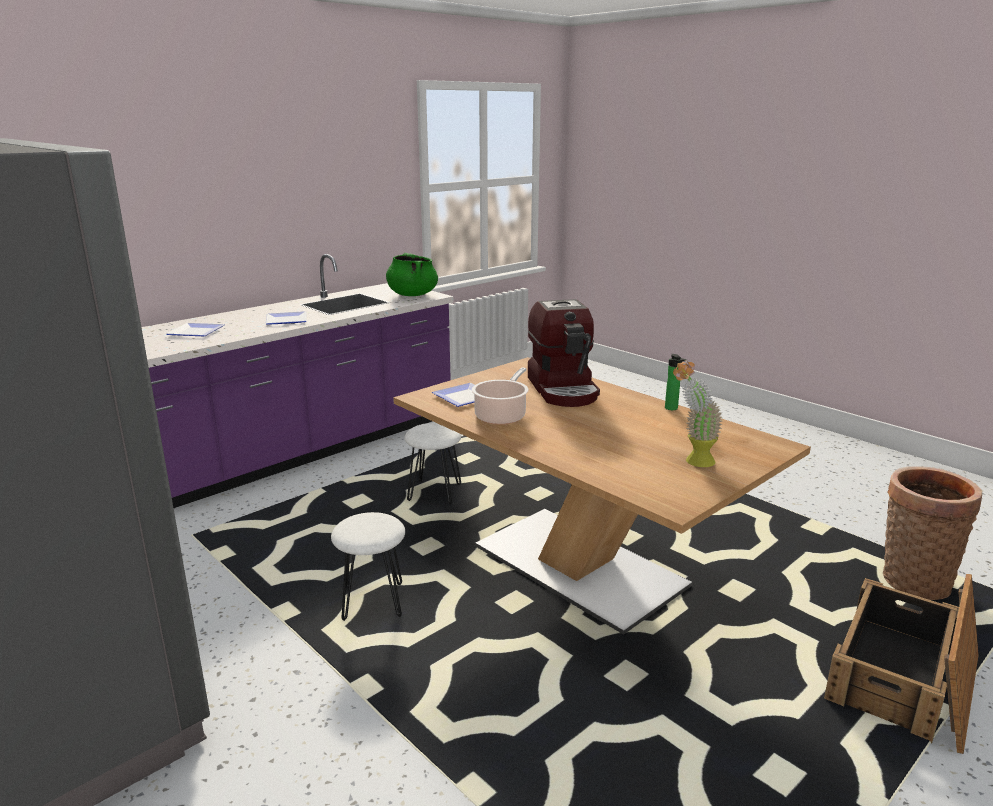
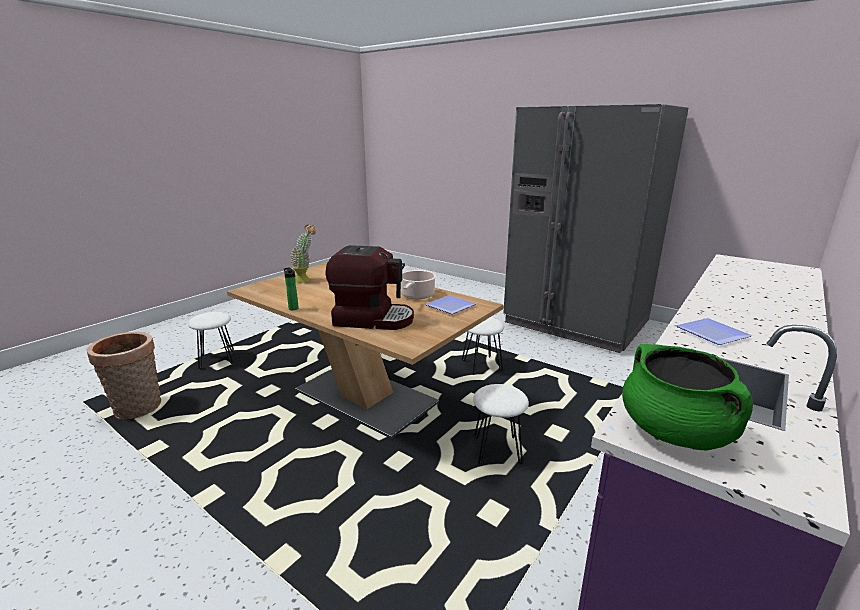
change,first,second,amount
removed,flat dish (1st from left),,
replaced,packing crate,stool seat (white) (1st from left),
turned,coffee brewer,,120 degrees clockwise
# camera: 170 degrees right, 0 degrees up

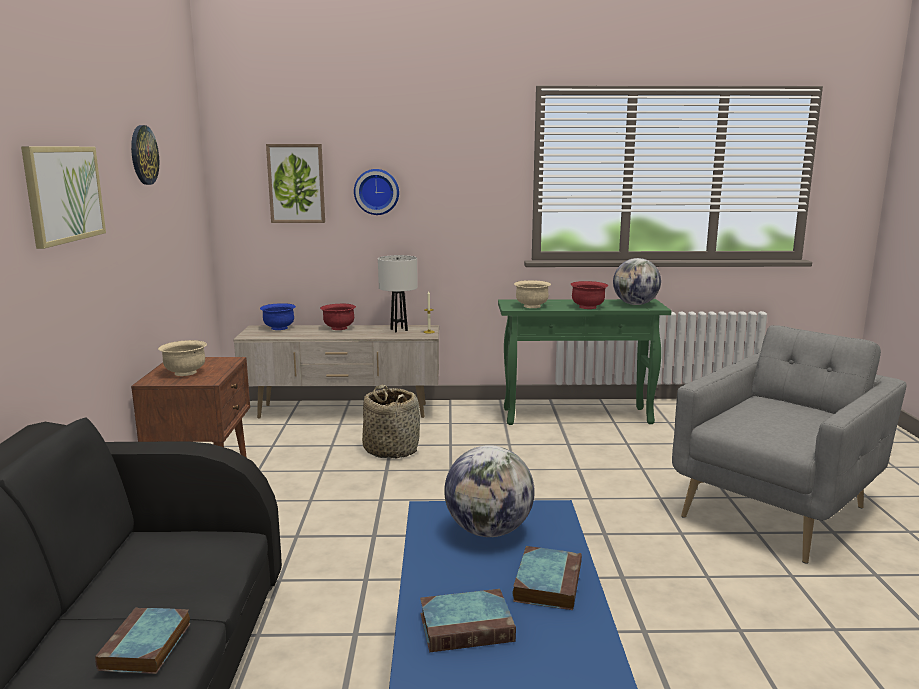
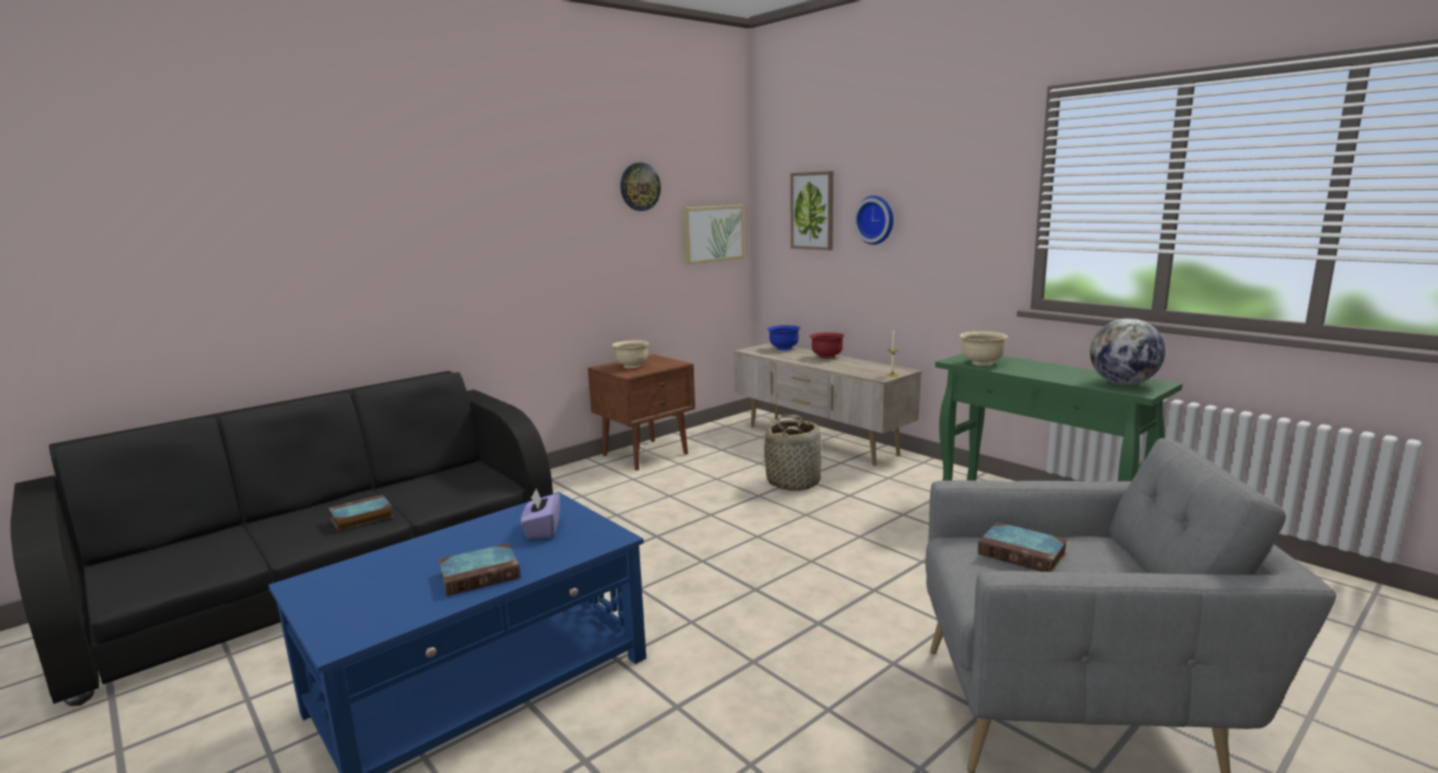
change,first,second,amount
removed,table lamp (white),,
removed,serving bowl (reddish) (2nd from left),,
moved,picture (1st from left),,
moved,book (2nd from left in the first image),book (3rd from left),
replaced,desk globe (1st from left),tissue holder (purple-coloured),
# camera: 50 degrees right, 0 degrees up

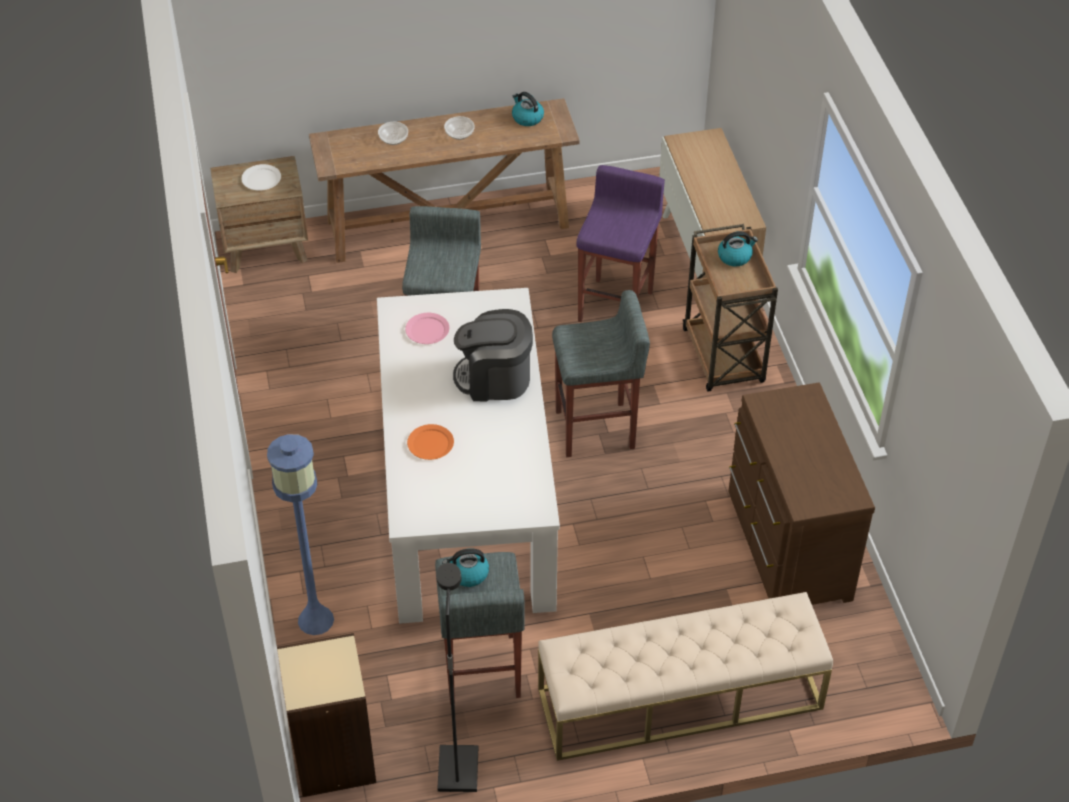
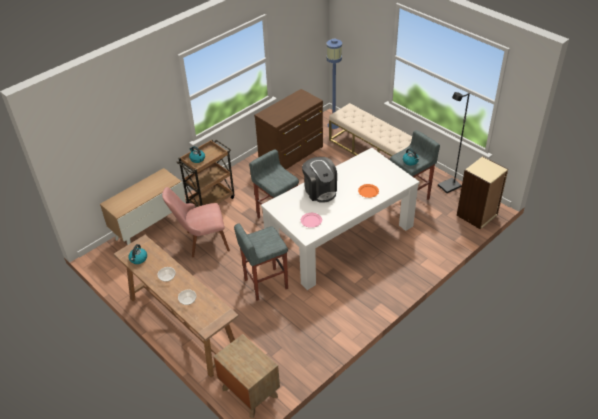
change,first,second,amount
removed,flat dish (white),,
moved,standard lamp (bluish),,
replaced,stool seat (purple-coloured),chair (pink),
# camera: 120 degrees left, 5 degrees down

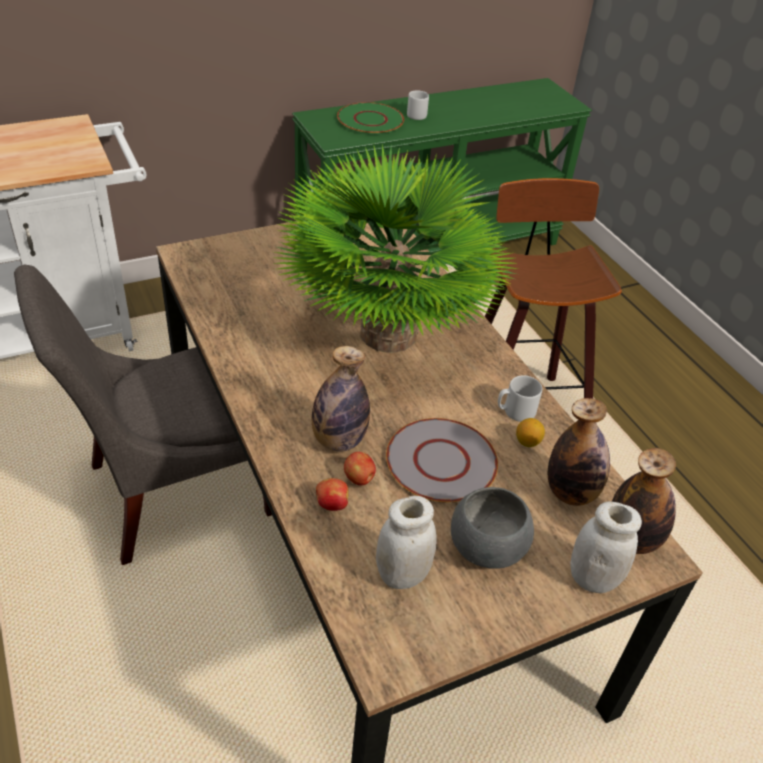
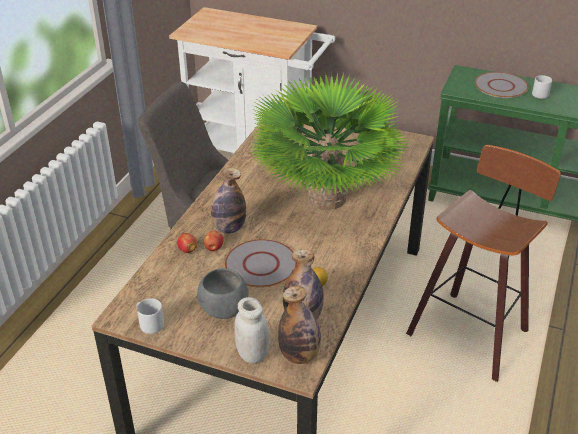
change,first,second,amount
removed,jar (white) (1st from left),,
moved,coffee mug (grey) (2nd from left in the first image),coffee mug (grey) (1st from left),
recoloured,flat dish (green-coloured),flat dish (grey) (2nd from left),
# camera: 50 degrees right, 5 degrees down

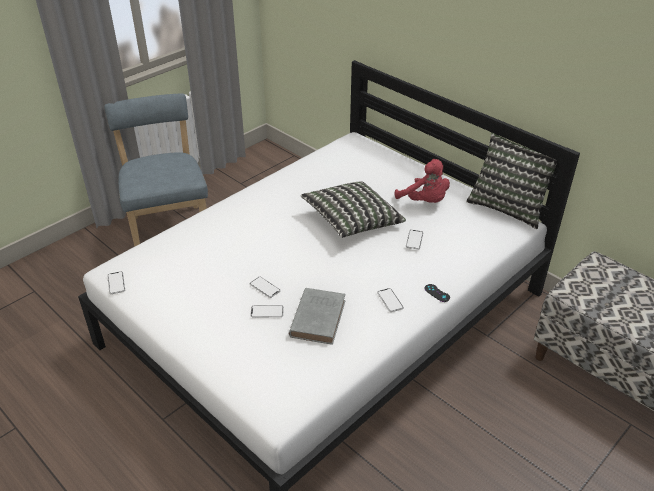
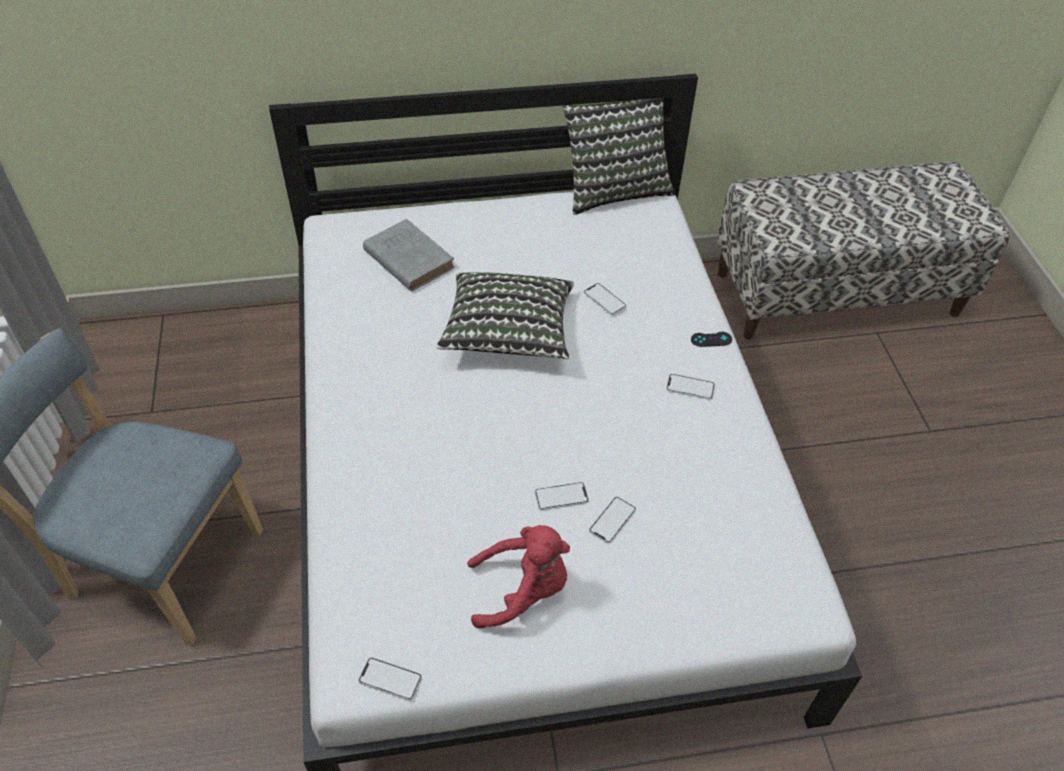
change,first,second,amount
moved,book (grey),,
moved,soft toy (reddish),,
# camera: 55 degrees left, 10 degrees up

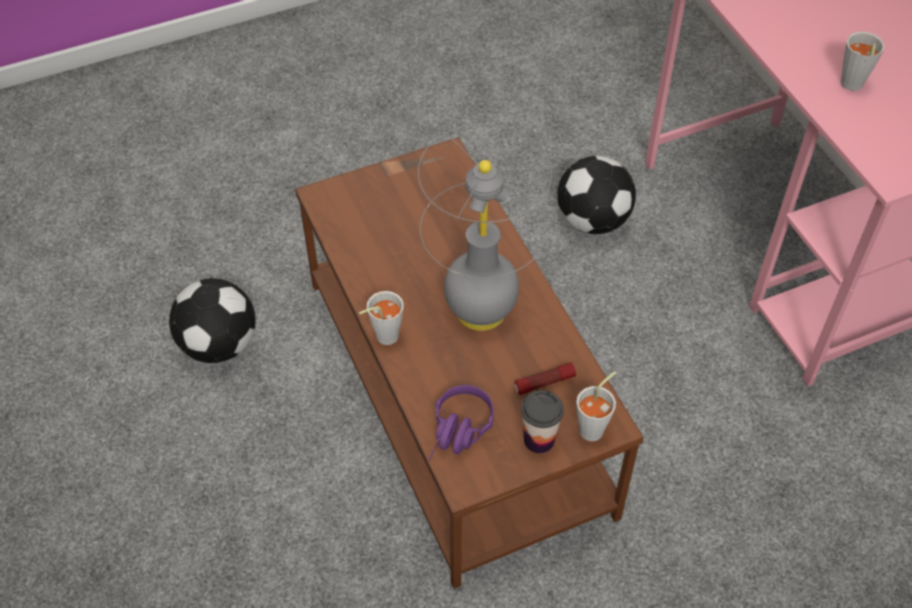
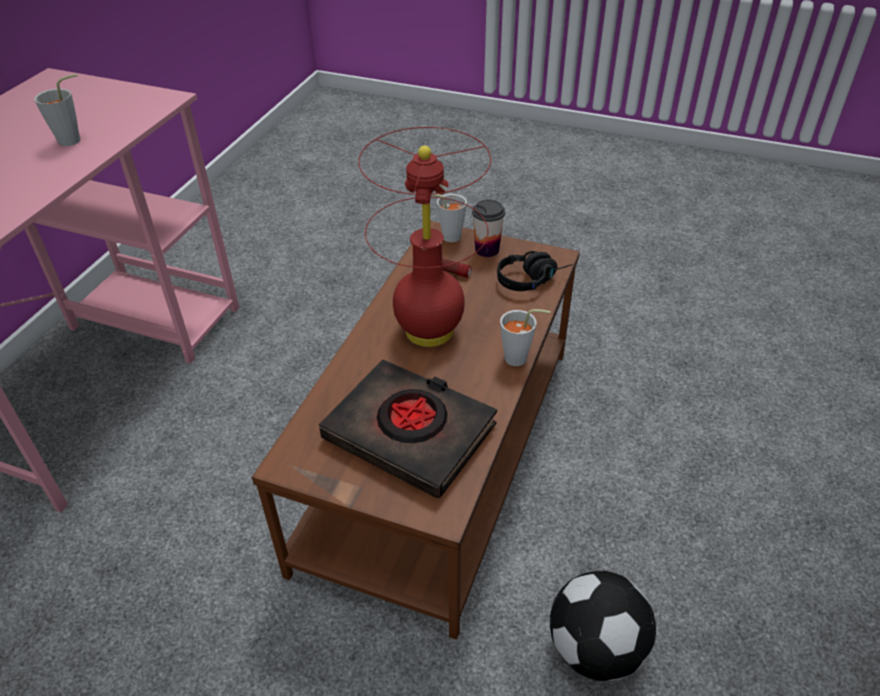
change,first,second,amount
removed,football ball (2nd from left),,
added,,book (black-coloured),
recoloured,table lamp (grey),table lamp (reddish),
recoloured,headset (purple-coloured),headset (black-coloured),
# camera: 135 degrees left, 10 degrees down

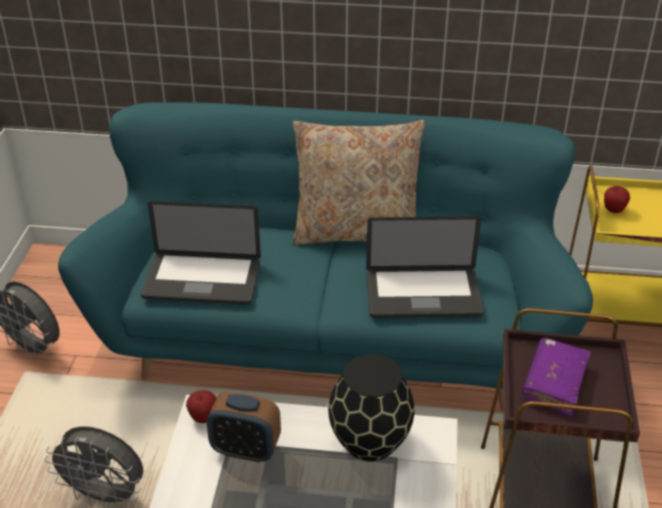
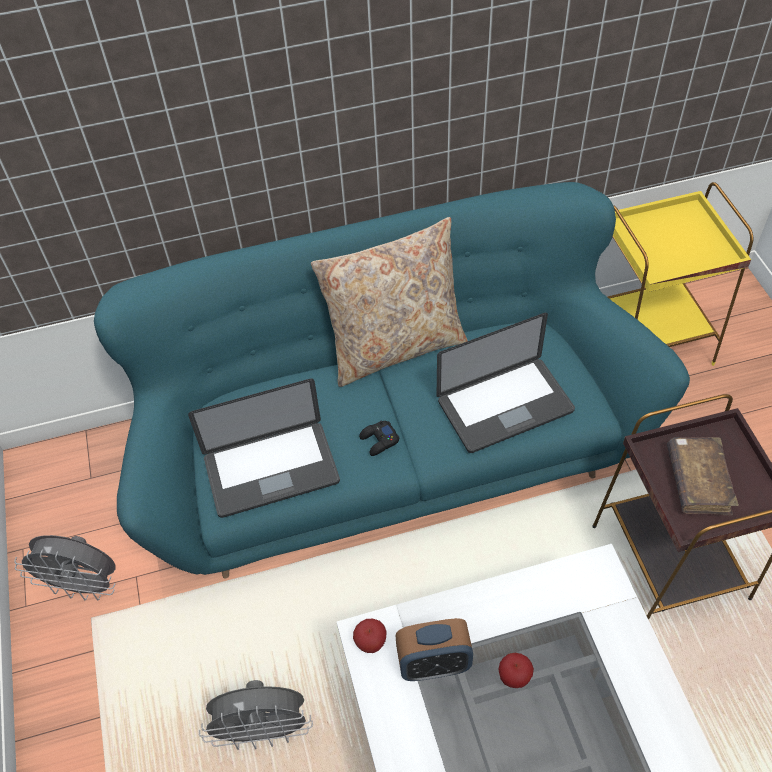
change,first,second,amount
removed,flower vase (black-coloured),,
added,,joypad (black-coloured),
moved,apple (2nd from left),,
recoloured,book (purple-coloured),book (brownish),
# camera: 20 degrees left, 15 degrees up

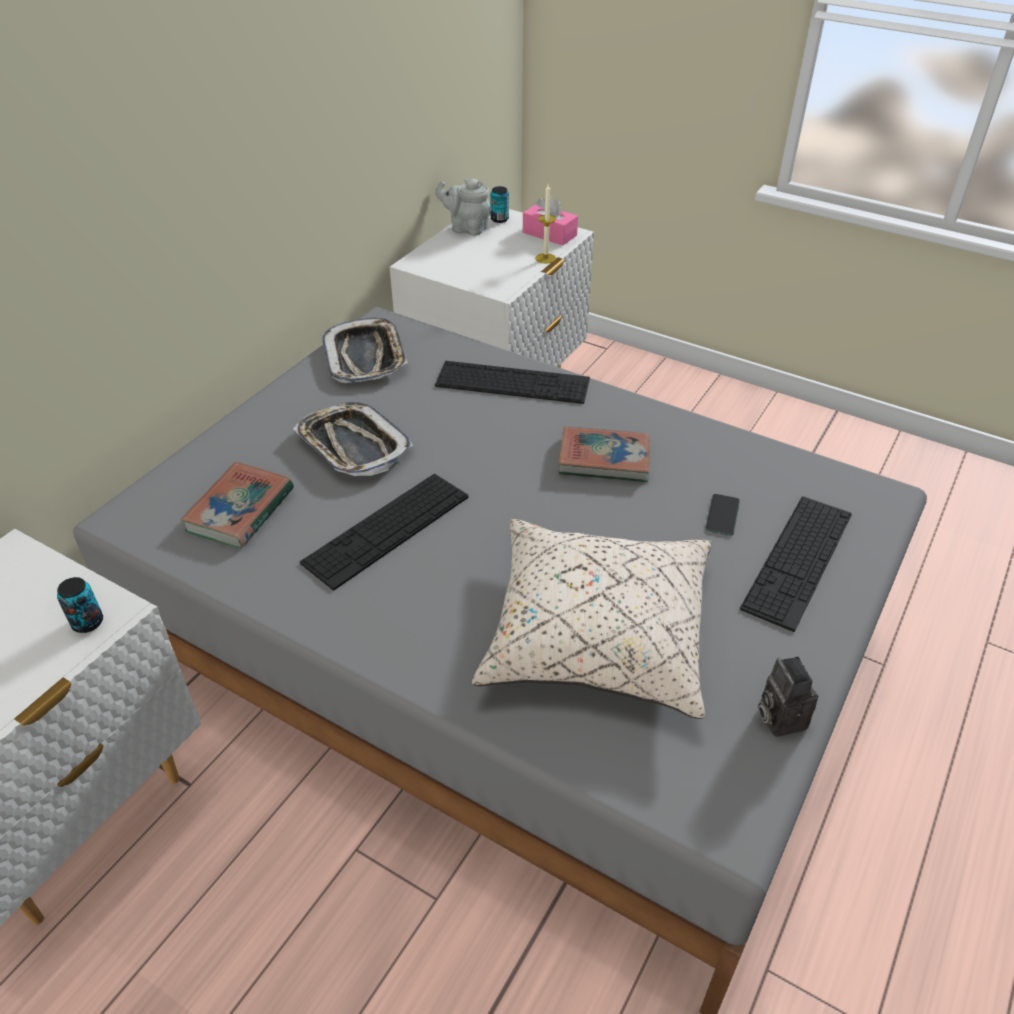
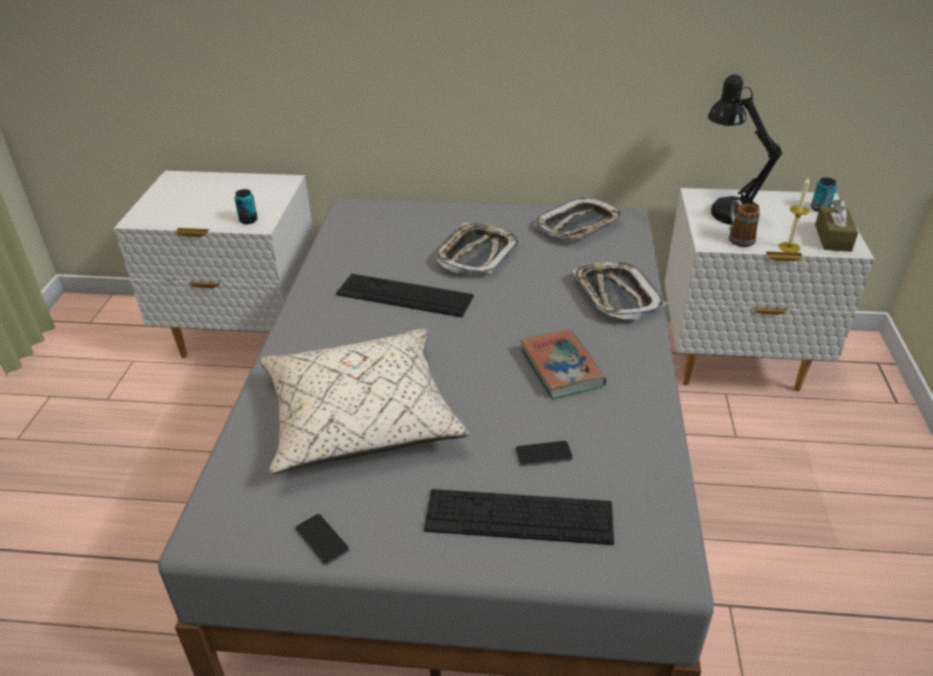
change,first,second,amount
removed,book (1st from left),,
removed,teapot (grey),,
added,,table lamp (black-coloured),
added,,coffee mug,
replaced,computer keyboard (2nd from left),serving tray (3rd from left),
replaced,still camera,phone (1st from left),
recoloured,tissue holder (pink),tissue holder (brownish),
# camera: 65 degrees right, 5 degrees down

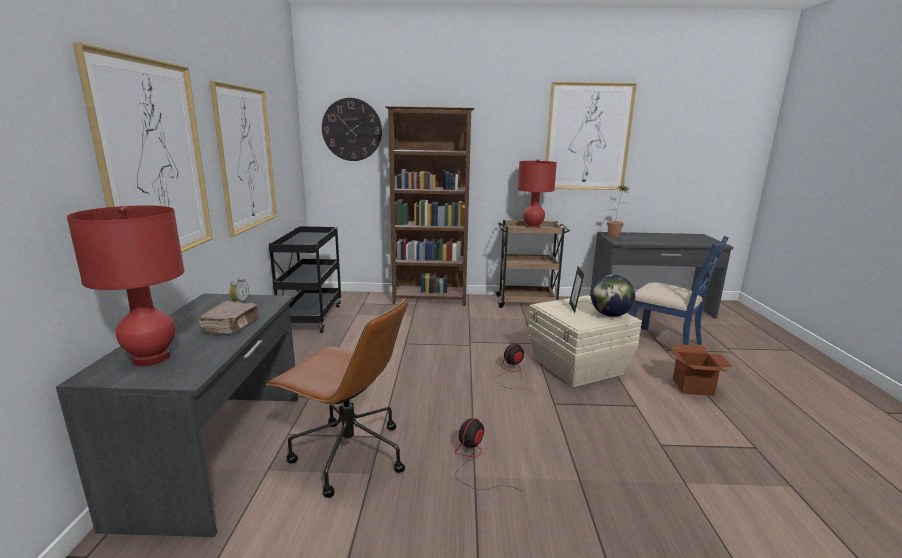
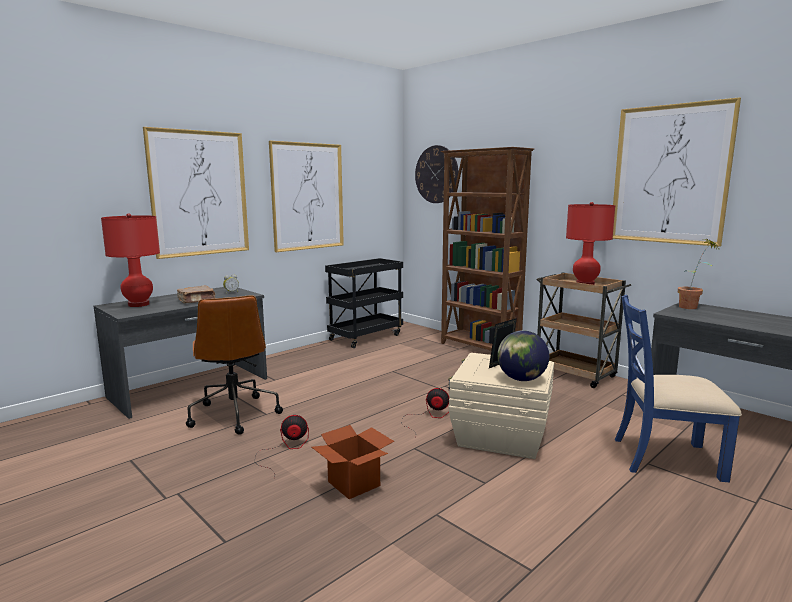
change,first,second,amount
moved,packing box,,
turned,chair (bluish),,105 degrees clockwise
# camera: 45 degrees right, 5 degrees down

